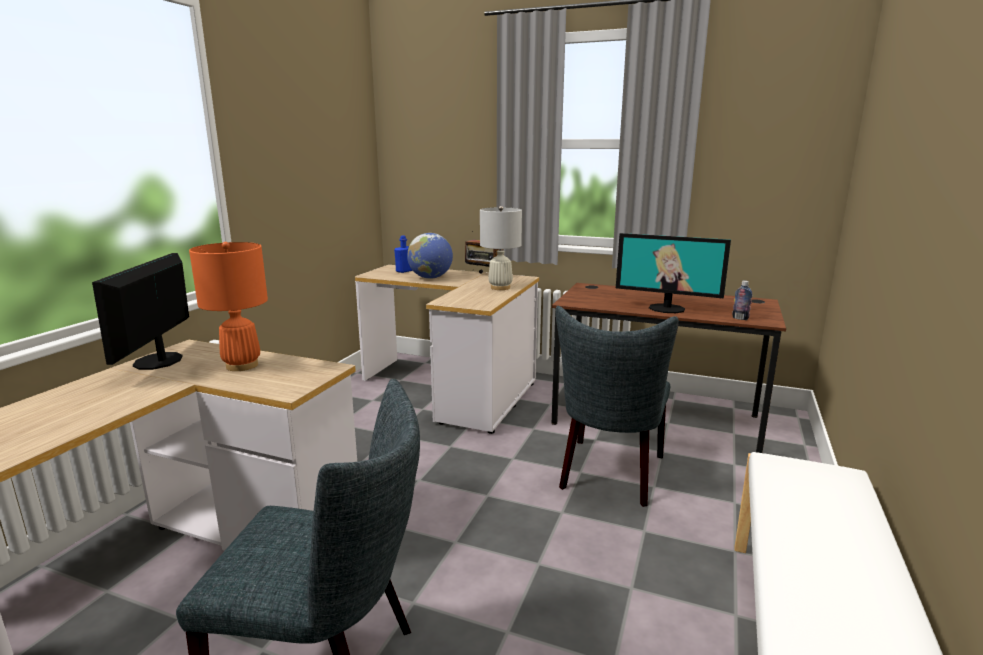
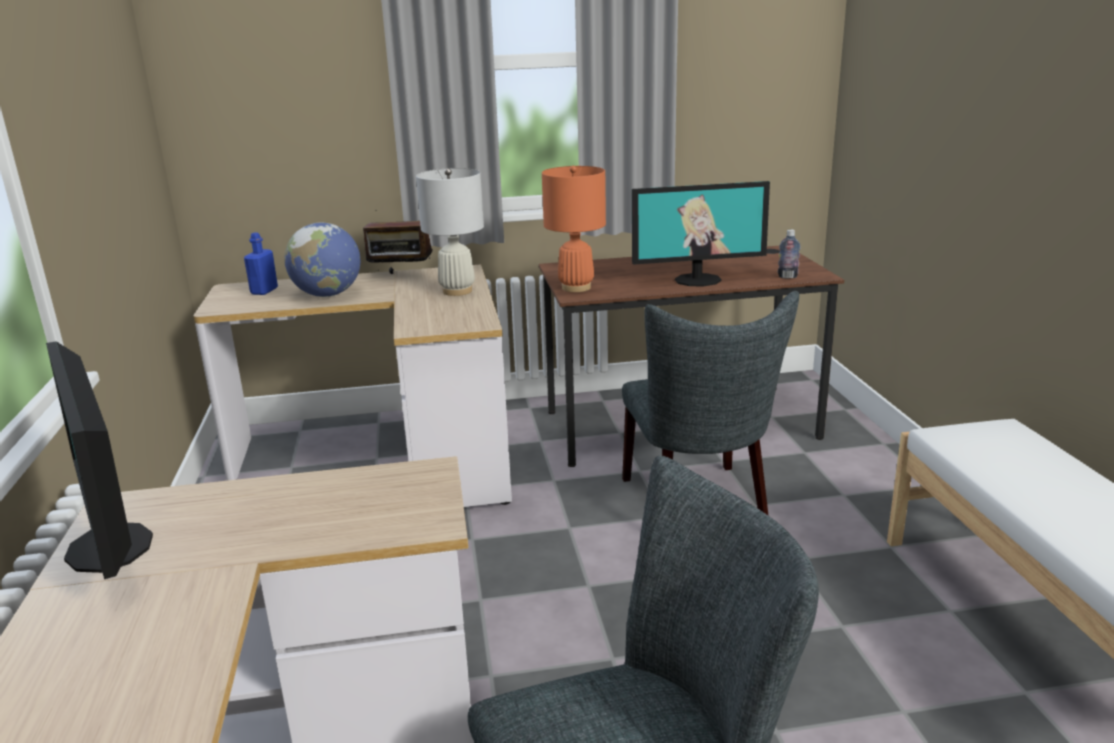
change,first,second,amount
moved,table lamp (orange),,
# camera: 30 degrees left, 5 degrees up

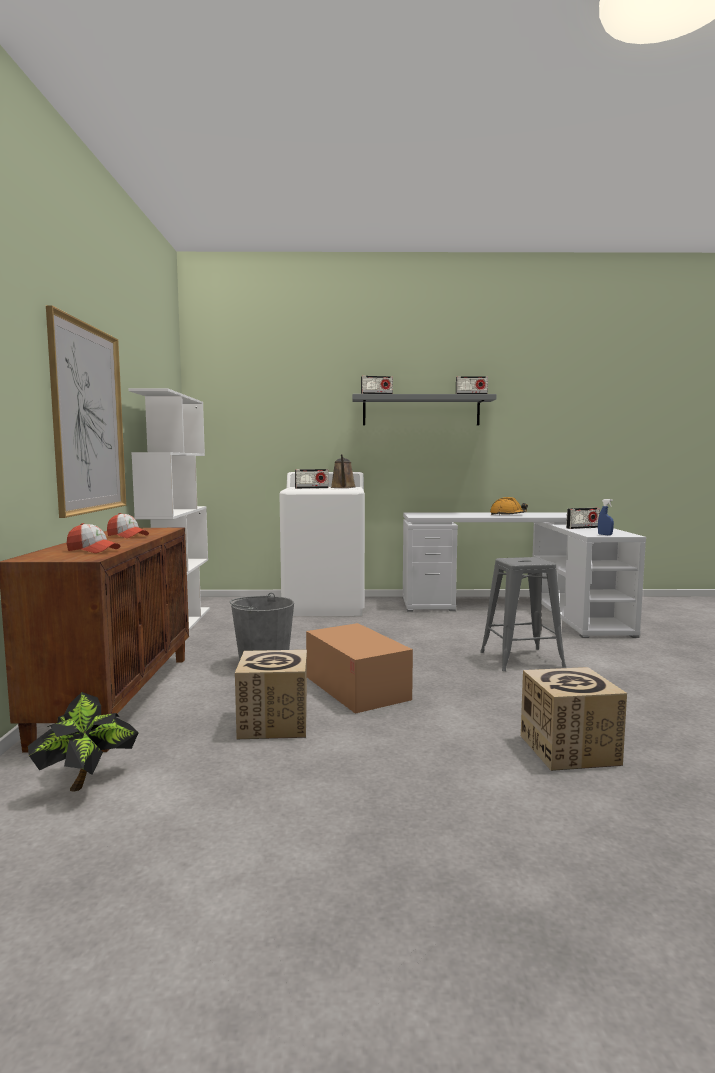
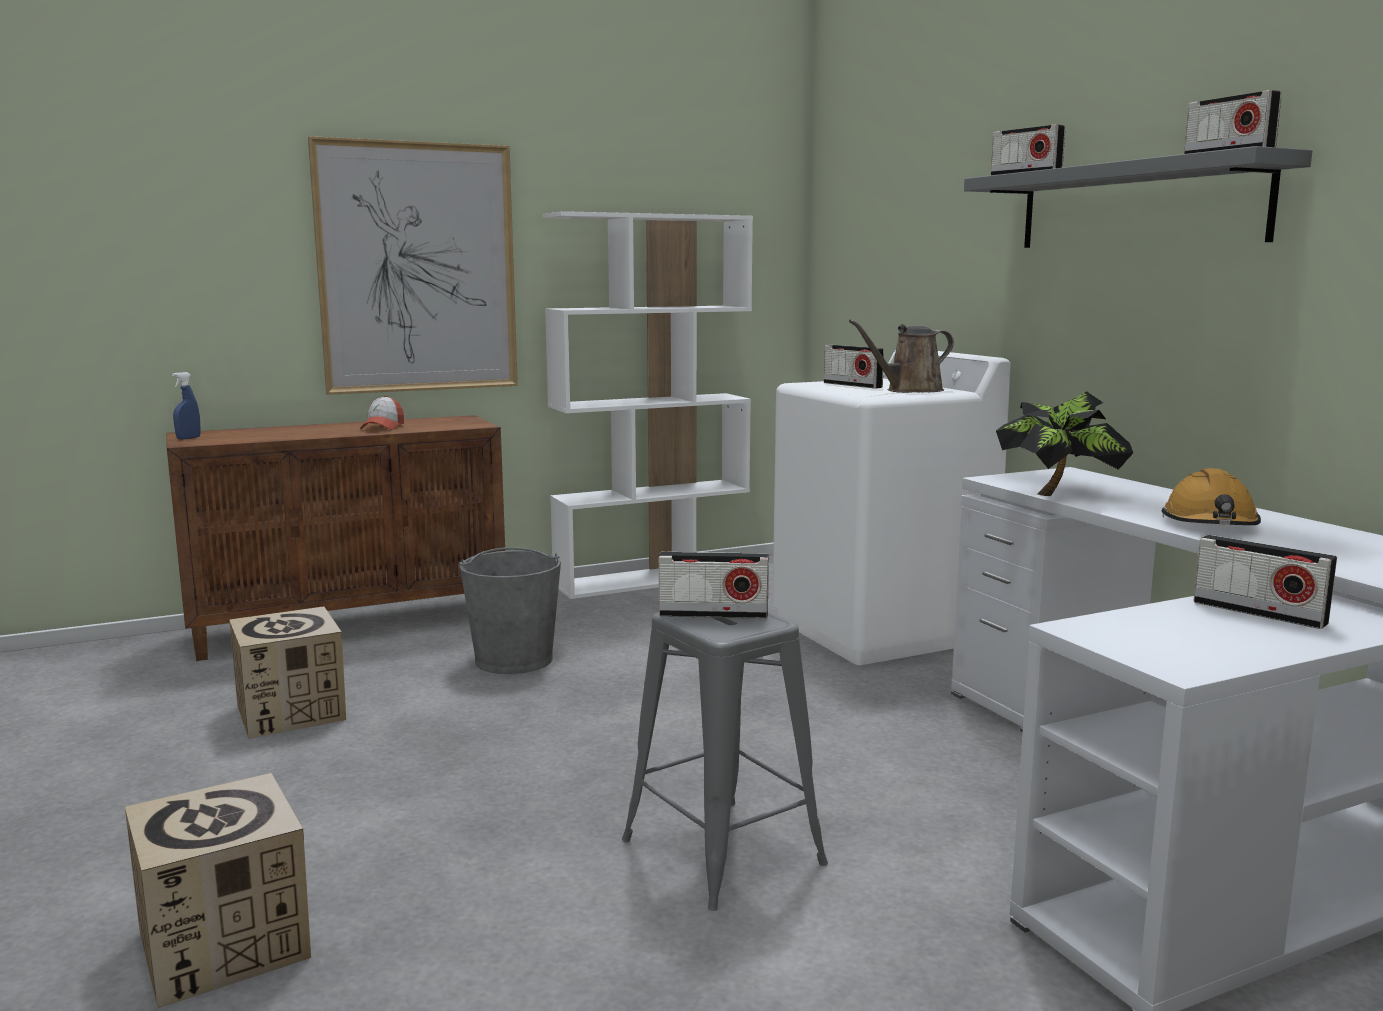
change,first,second,amount
removed,peaked cap (1st from left),,
removed,packing box (2nd from left),,
added,,radio set (1st from left),
moved,houseplant,,
moved,sprayer (bluish),,
# camera: 65 degrees right, 5 degrees up

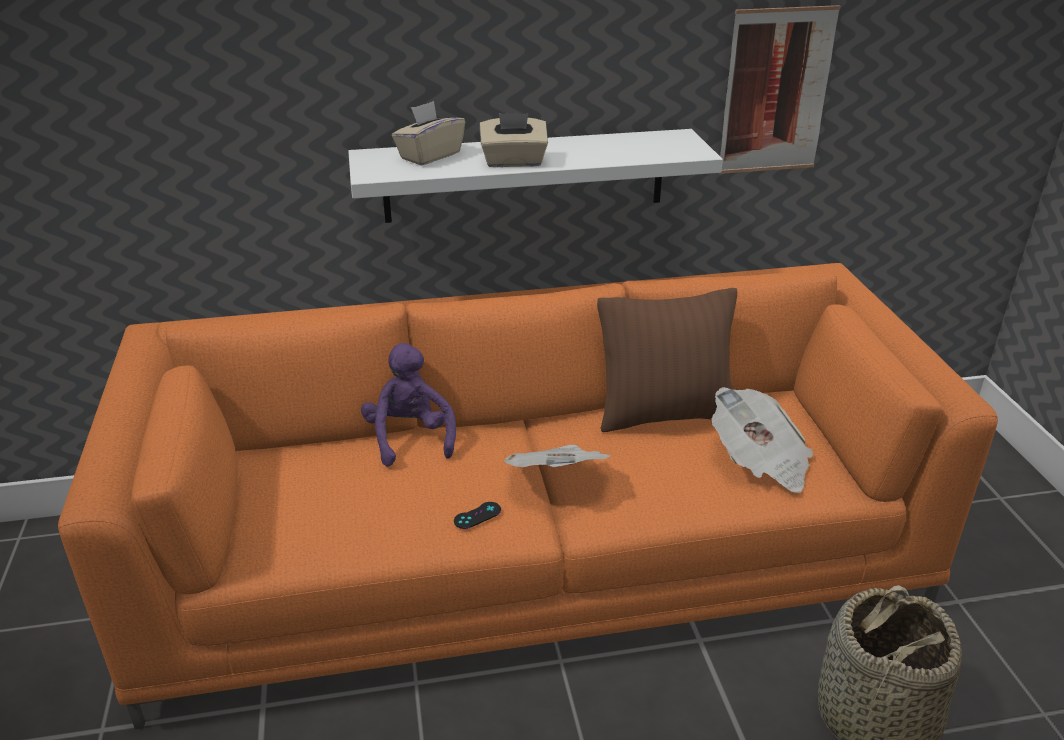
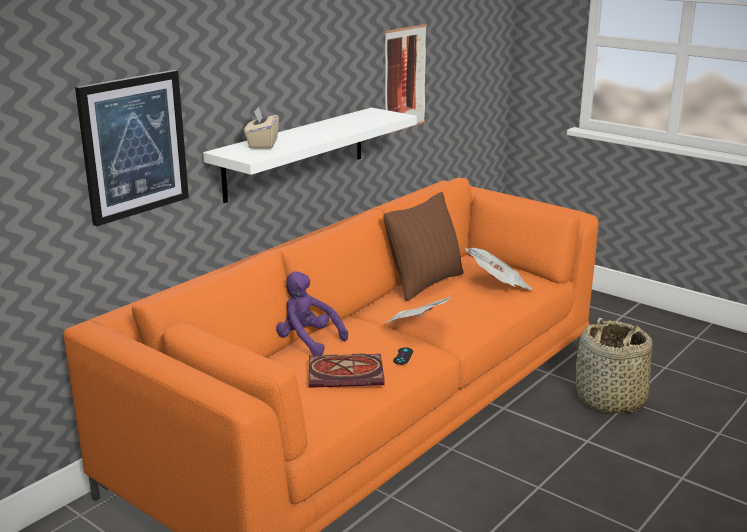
change,first,second,amount
removed,tissue holder (beige) (2nd from left),,
added,,picture (1st from left),
added,,book,
# camera: 40 degrees left, 10 degrees down

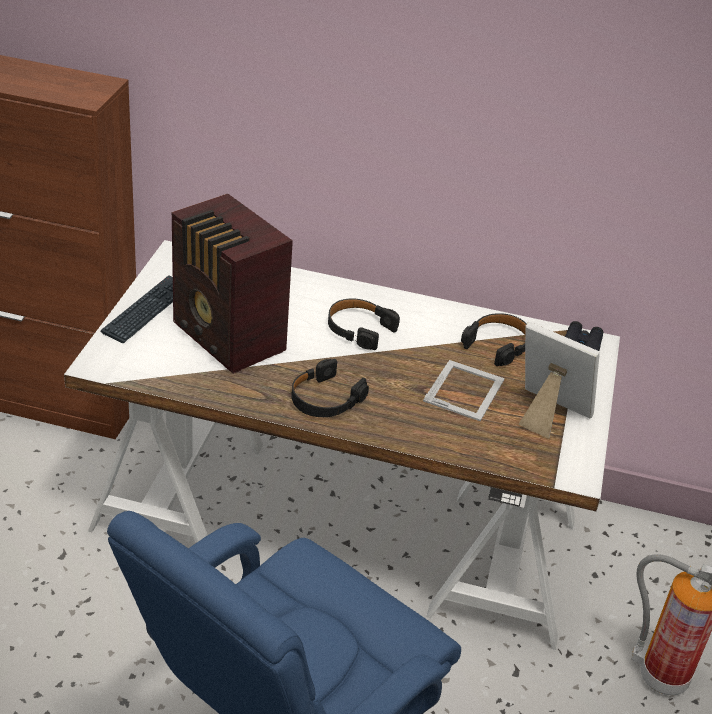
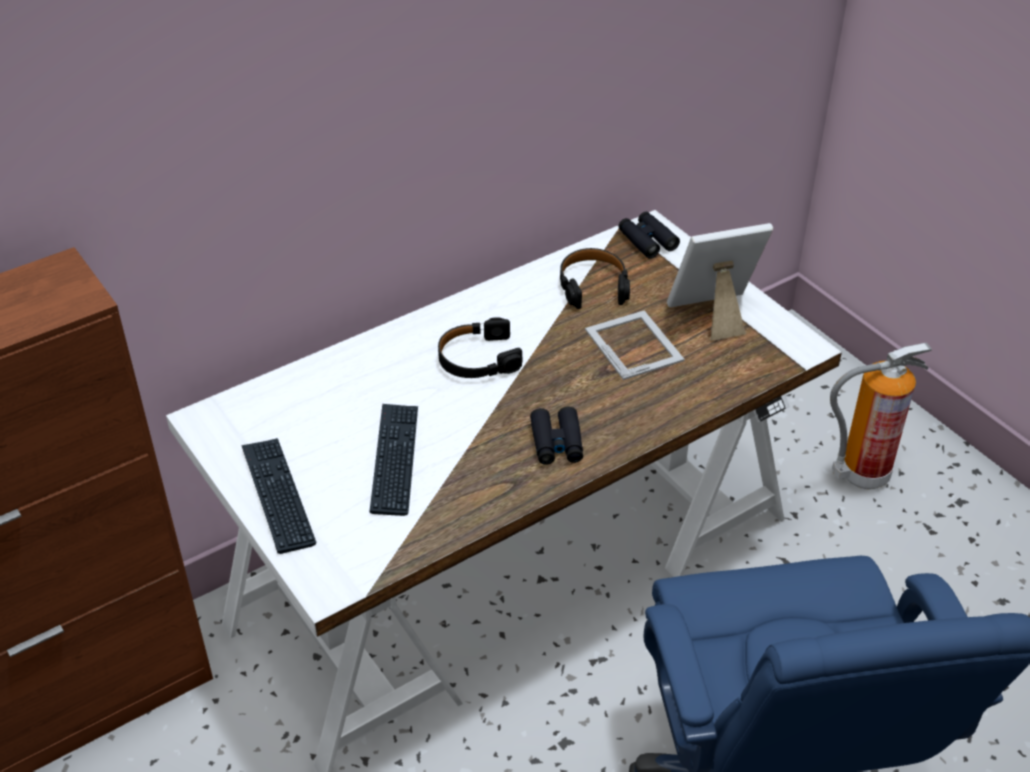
change,first,second,amount
replaced,radio set,computer keyboard (2nd from left),
replaced,headset (black-coloured) (1st from left),binoculars (black-coloured) (1st from left),
# camera: 45 degrees left, 5 degrees up

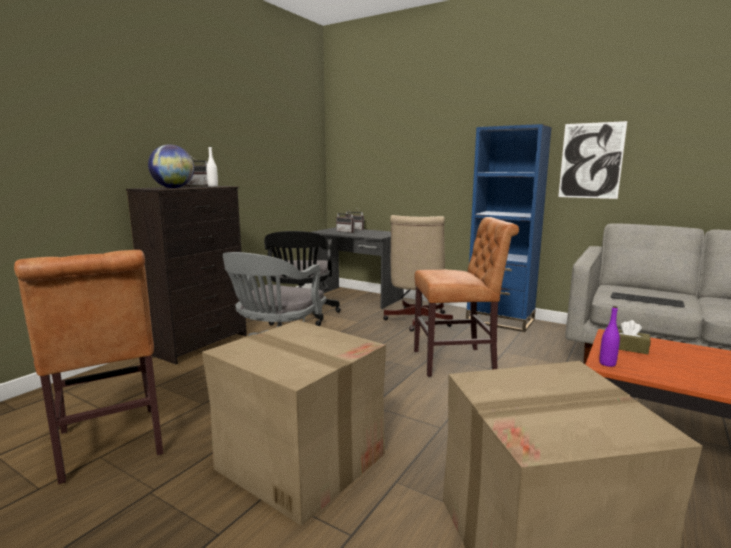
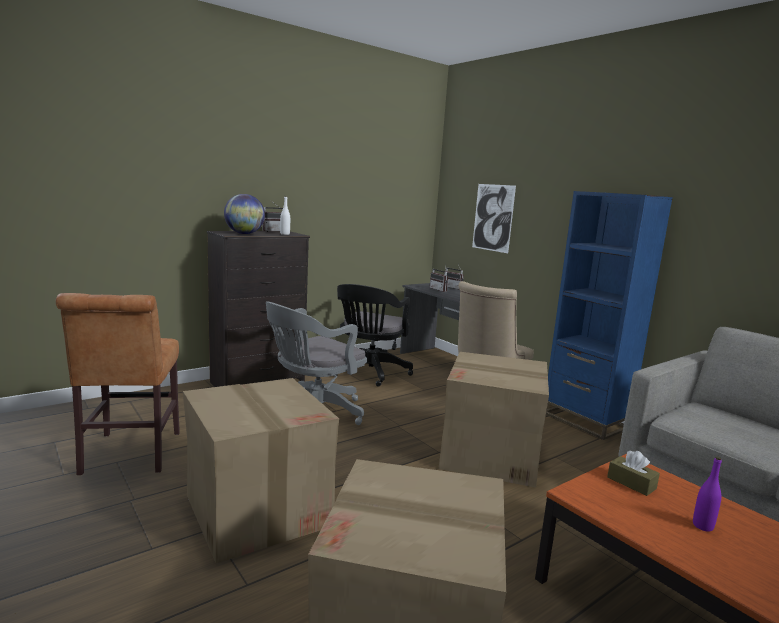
change,first,second,amount
removed,computer keyboard,,
moved,picture,,
moved,bottle (purple-coloured),,
replaced,chair (brownish) (2nd from left),packing box (3rd from left),
# camera: 20 degrees right, 0 degrees up

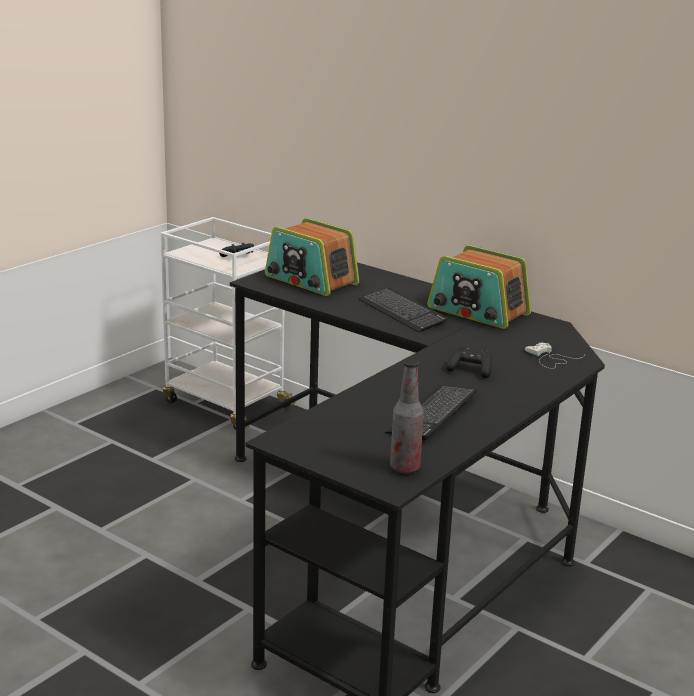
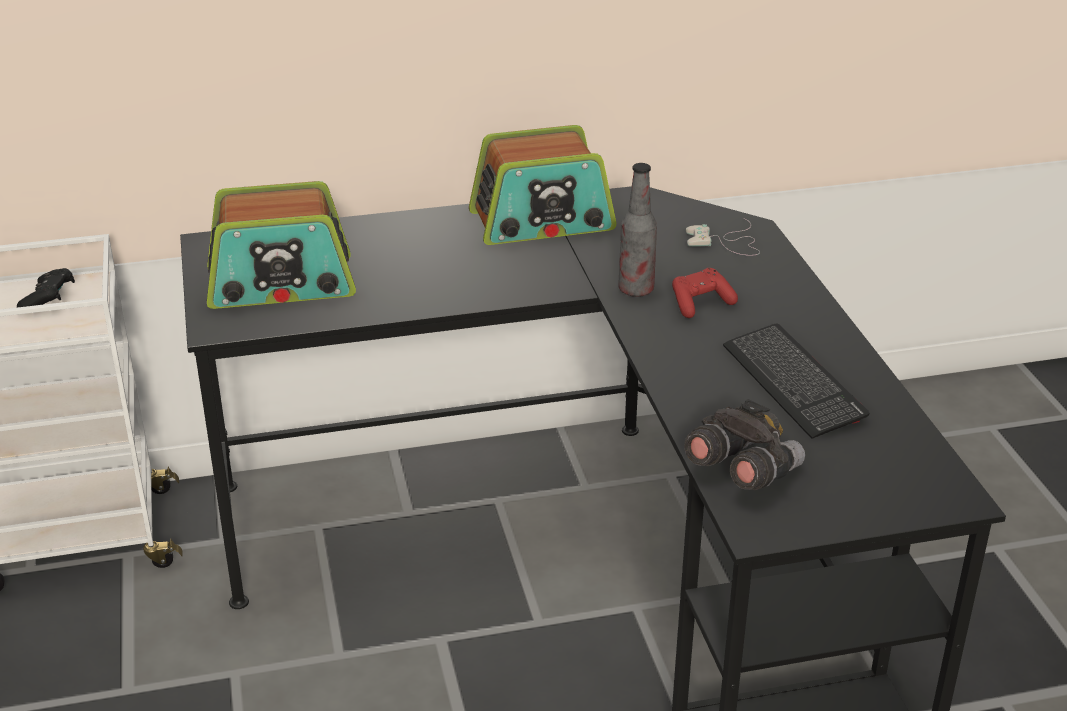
change,first,second,amount
removed,computer keyboard (1st from left),,
added,,binoculars (grey),
moved,bottle,,
recoloured,joypad (black-coloured) (2nd from left),joypad (reddish),
# camera: 50 degrees left, 10 degrees up

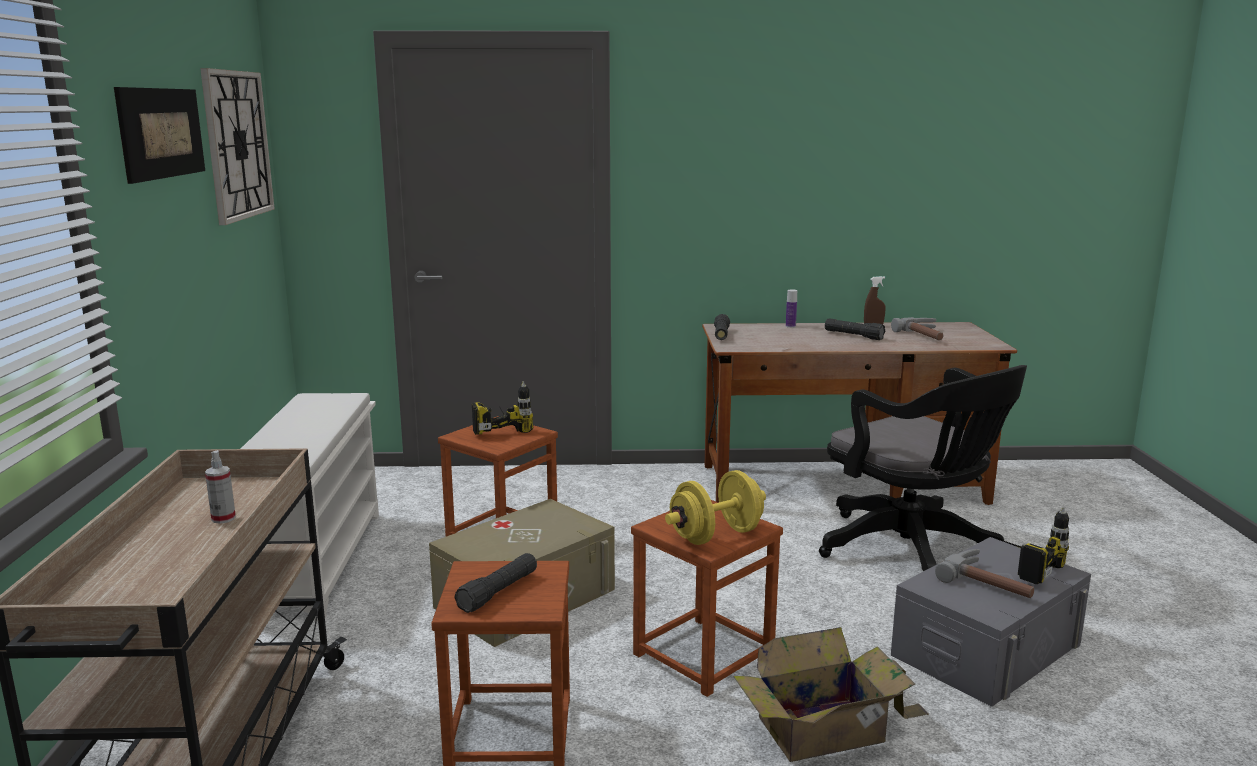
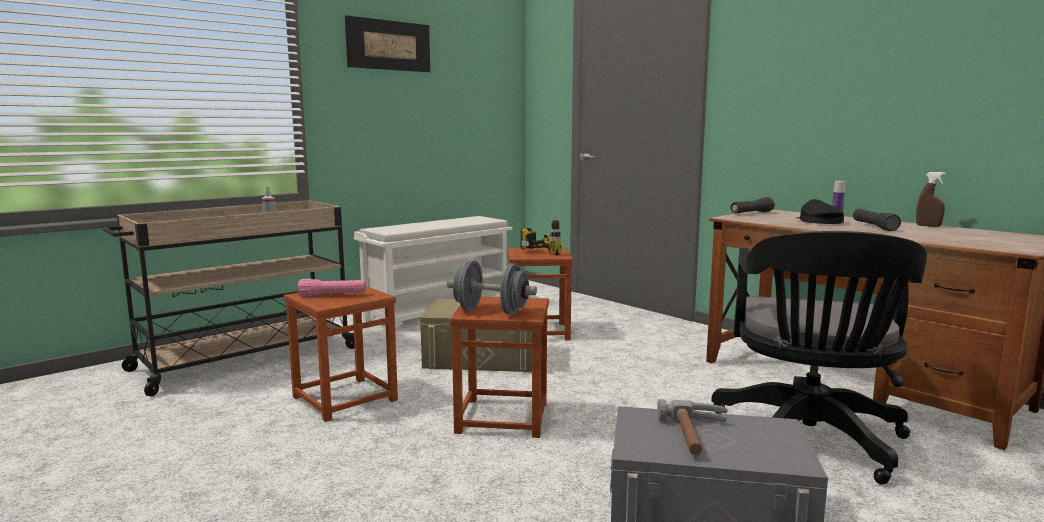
change,first,second,amount
removed,wall clock,,
removed,packing box,,
removed,hand hammer (1st from left),,
removed,electric drill (2nd from left),,
added,,peaked cap (black-coloured),
recoloured,torch (black-coloured) (1st from left),torch (pink),
recoloured,hand weight (yellowish),hand weight (grey),
# camera: 50 degrees right, 5 degrees down

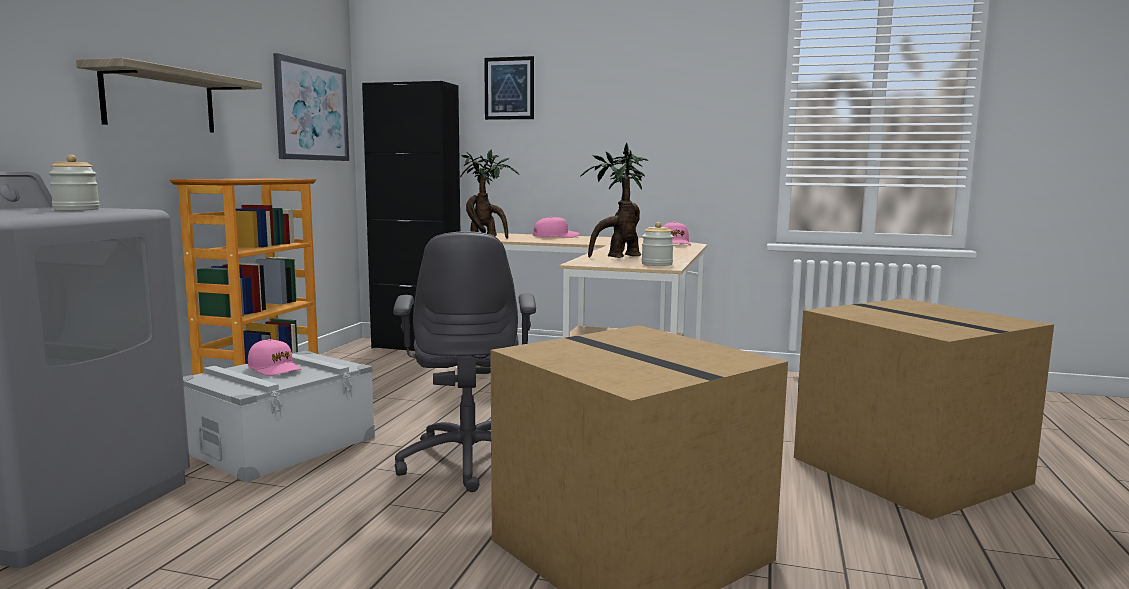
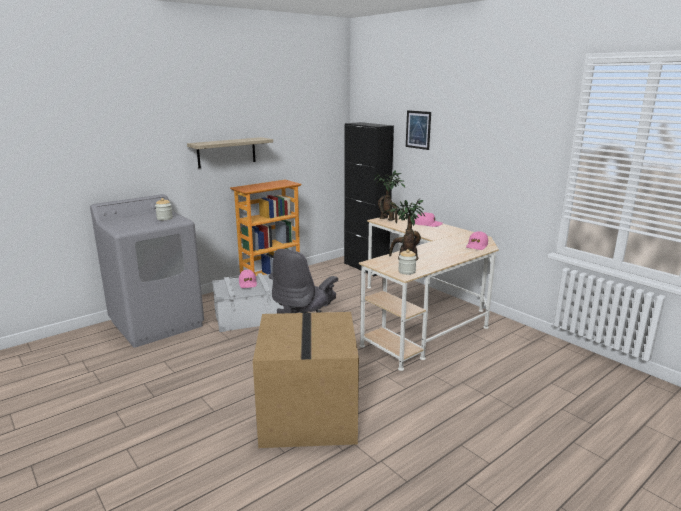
change,first,second,amount
removed,picture (1st from left),,
removed,packing box (2nd from left),,
# camera: 35 degrees right, 10 degrees up

